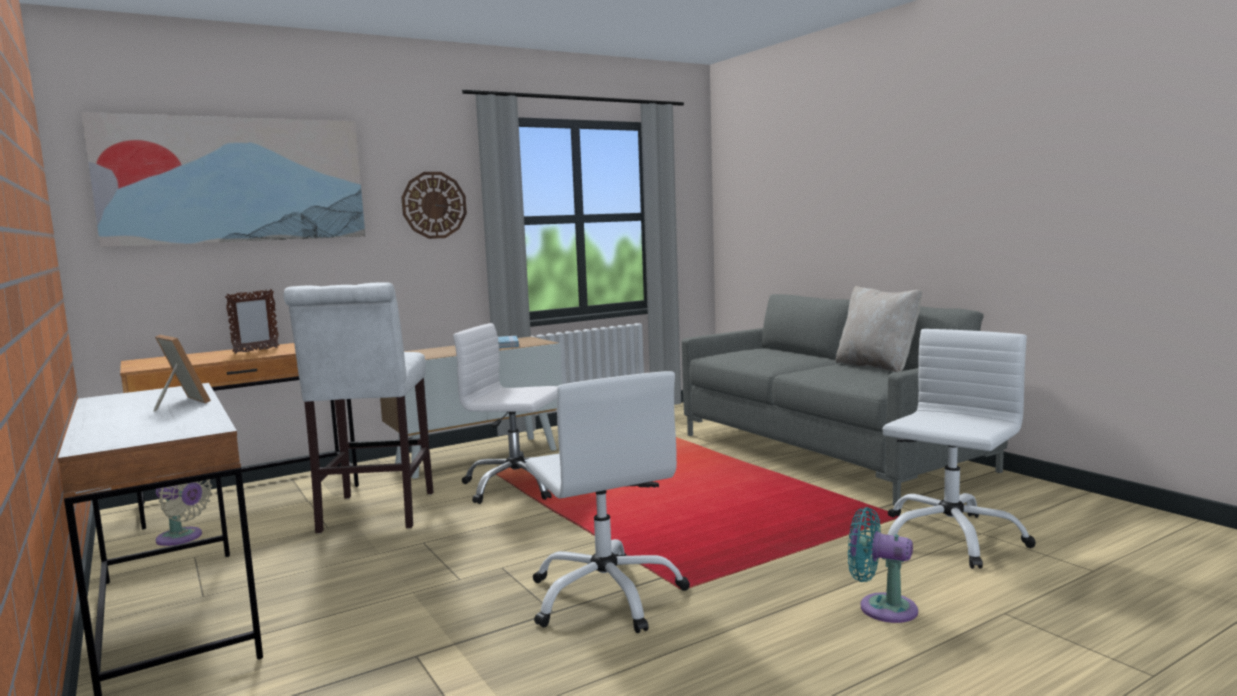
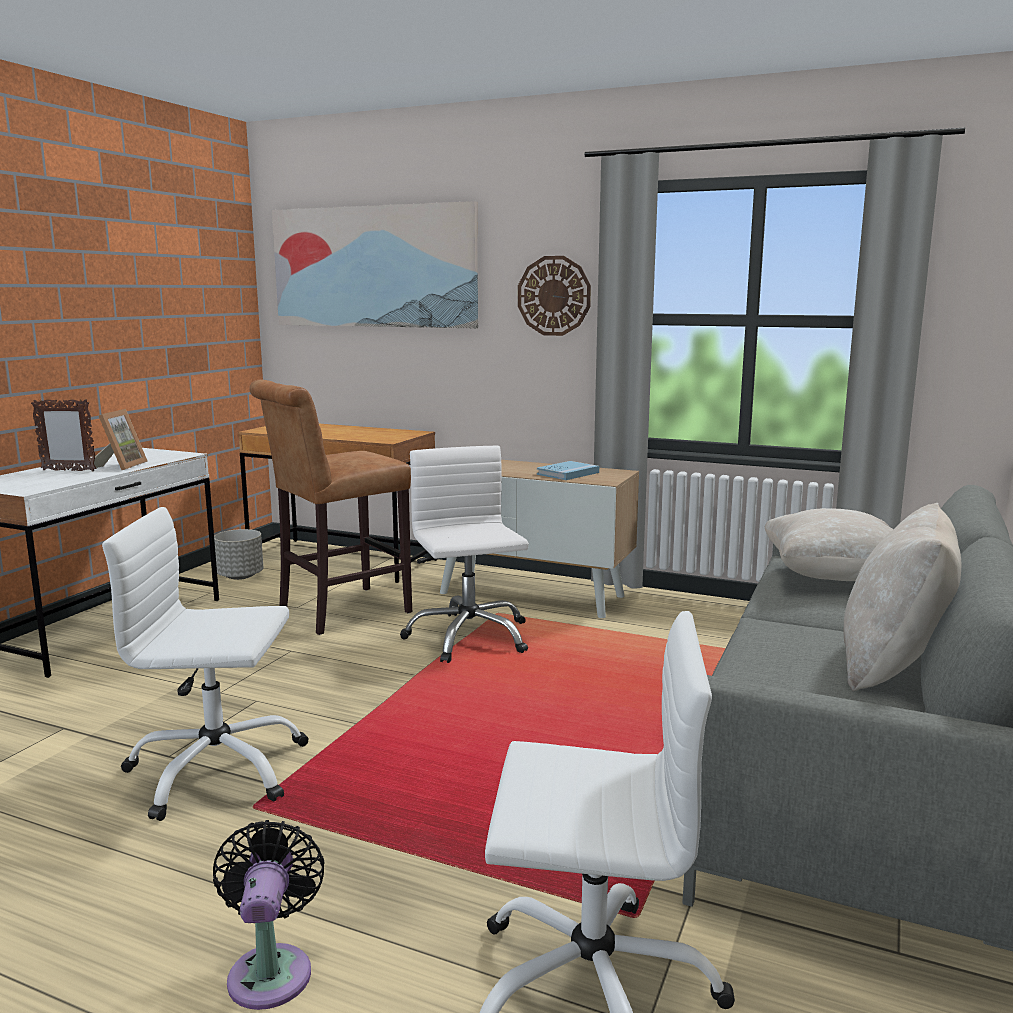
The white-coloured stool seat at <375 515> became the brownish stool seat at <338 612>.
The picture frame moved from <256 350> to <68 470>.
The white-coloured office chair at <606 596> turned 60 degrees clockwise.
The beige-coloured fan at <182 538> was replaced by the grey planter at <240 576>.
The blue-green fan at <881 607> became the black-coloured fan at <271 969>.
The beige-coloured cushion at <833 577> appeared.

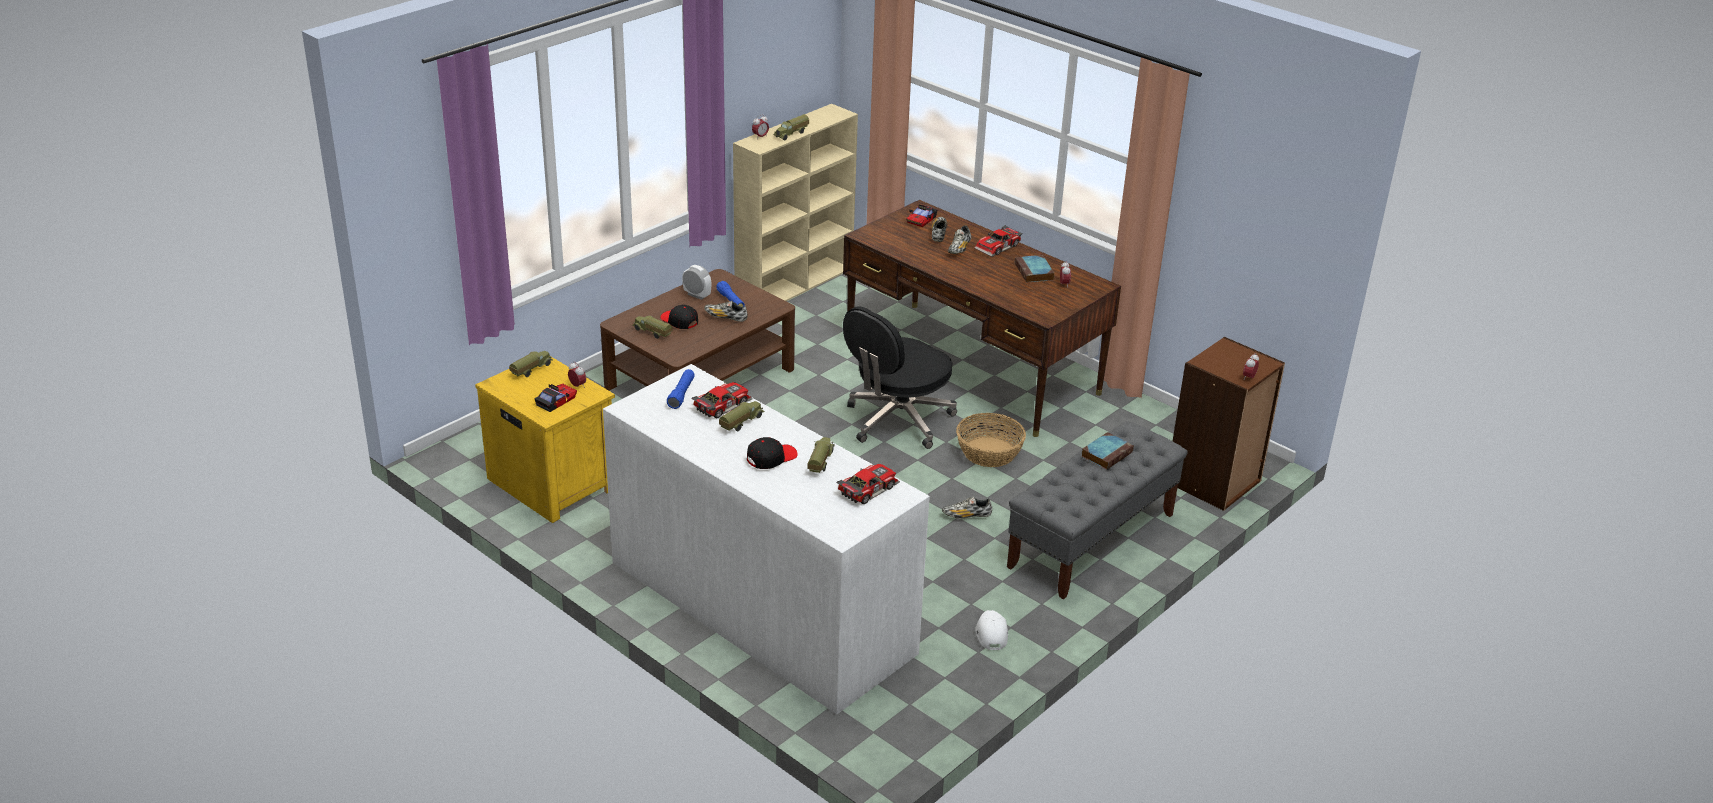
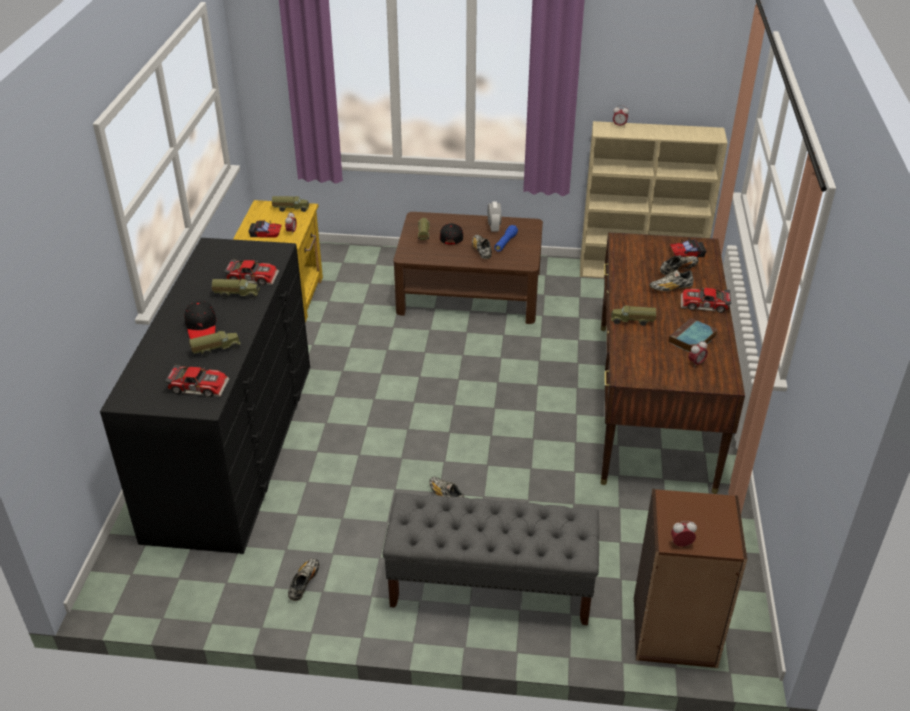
The toy lorry moved from <791 134> to <632 321>.
The black-coloured office chair at <897 421> disappeared.
The white-coloured drawer chest at <761 606> became the black-coloured drawer chest at <233 447>.
The bluish torch at <681 394> disappeared.
The basket at <989 452> disappeared.
The bound book at <1107 453> disappeared.
The black-coloured cap at <771 458> turned 60 degrees clockwise.
The white-coloured cap at <991 633> was replaced by the shoe at <304 583>.

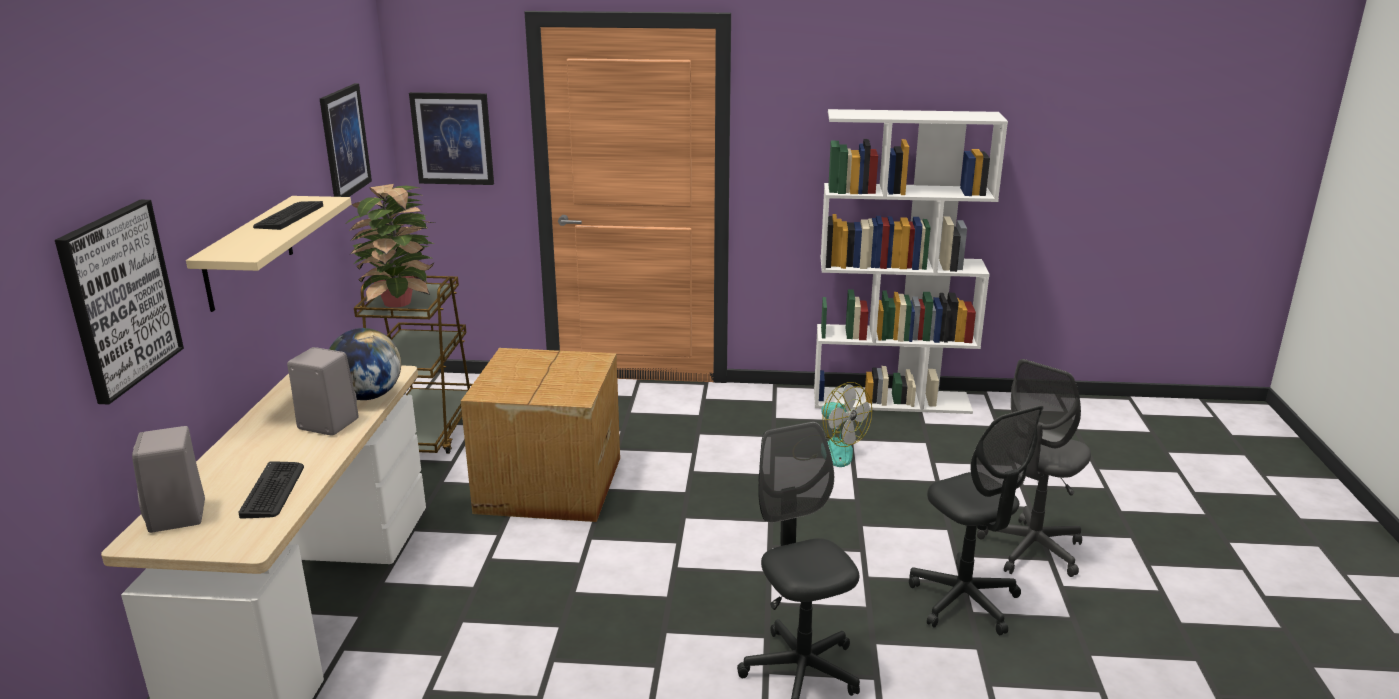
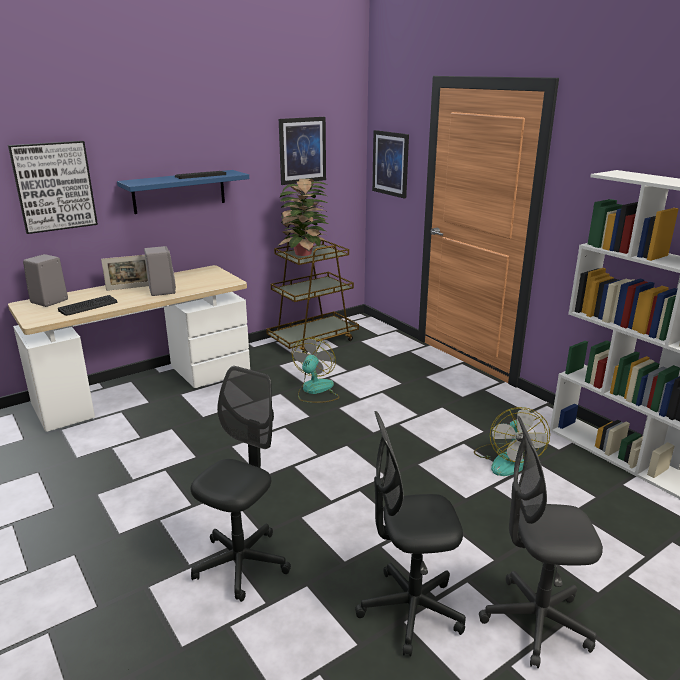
The beige-coloured bracket shelf at <248 252> became the bluish bracket shelf at <179 191>.
The desk globe at <368 396> disappeared.
The carton at <547 485> was replaced by the fan at <315 391>.
The black-coloured office chair at <964 601> turned 60 degrees clockwise.
The picture frame at <130 288> appeared.

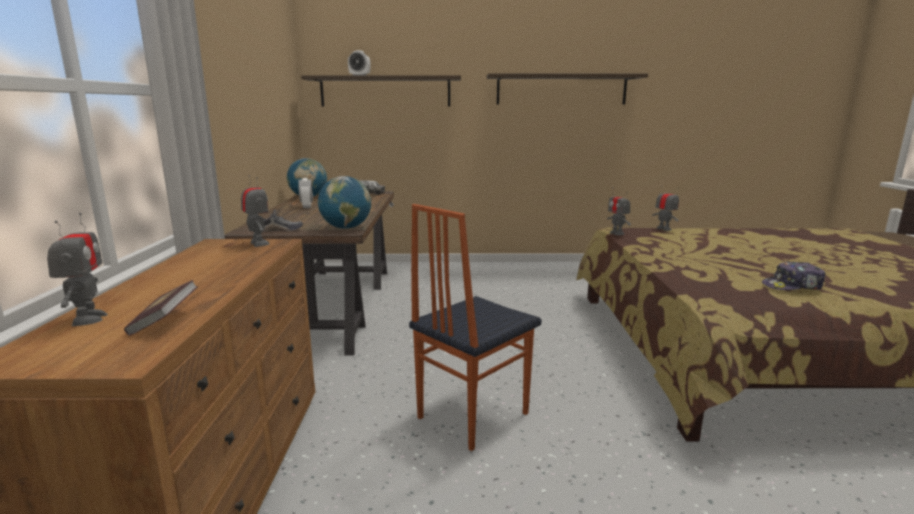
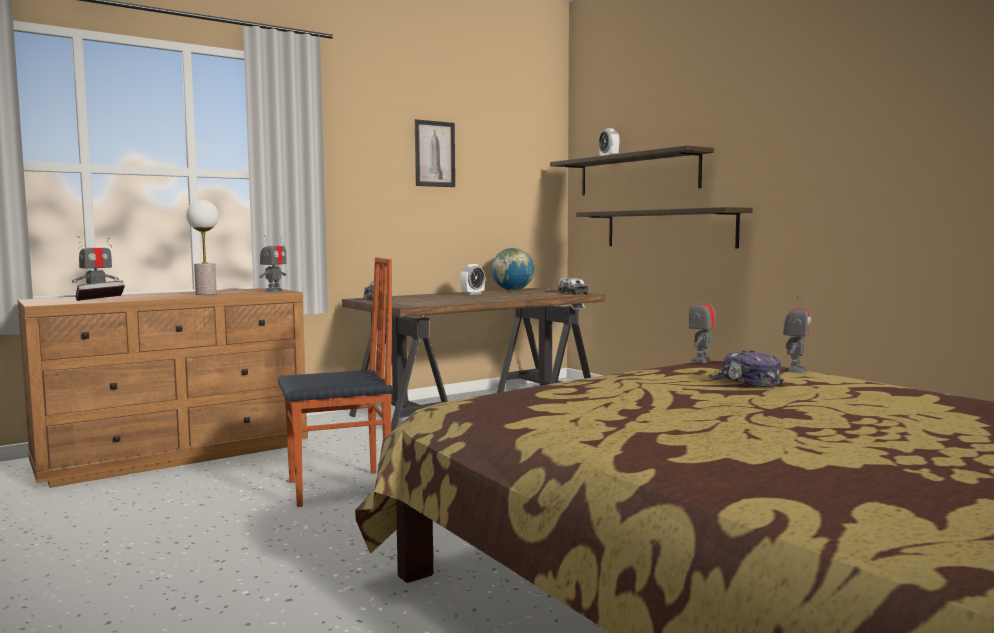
The bracket shelf moved from <561 90> to <669 228>.
The desk globe at <346 228> disappeared.
The chair at <471 415> turned 150 degrees clockwise.
The cap moved from <792 286> to <744 382>.
The picture at <434 154> appeared.
The table lamp at <205 294> appeared.

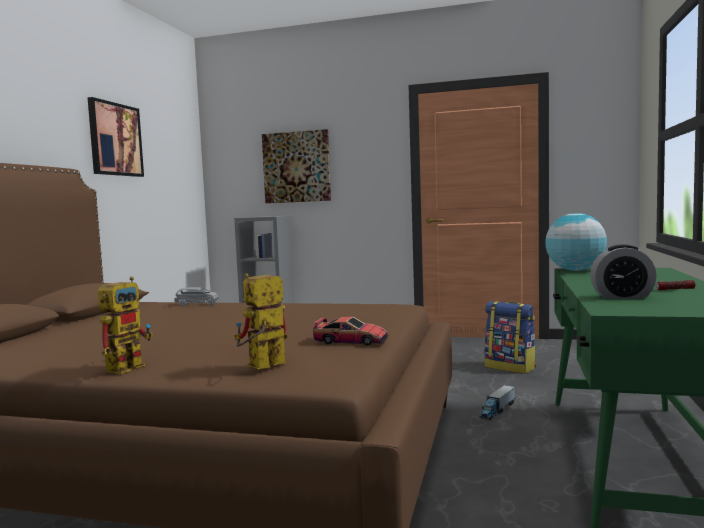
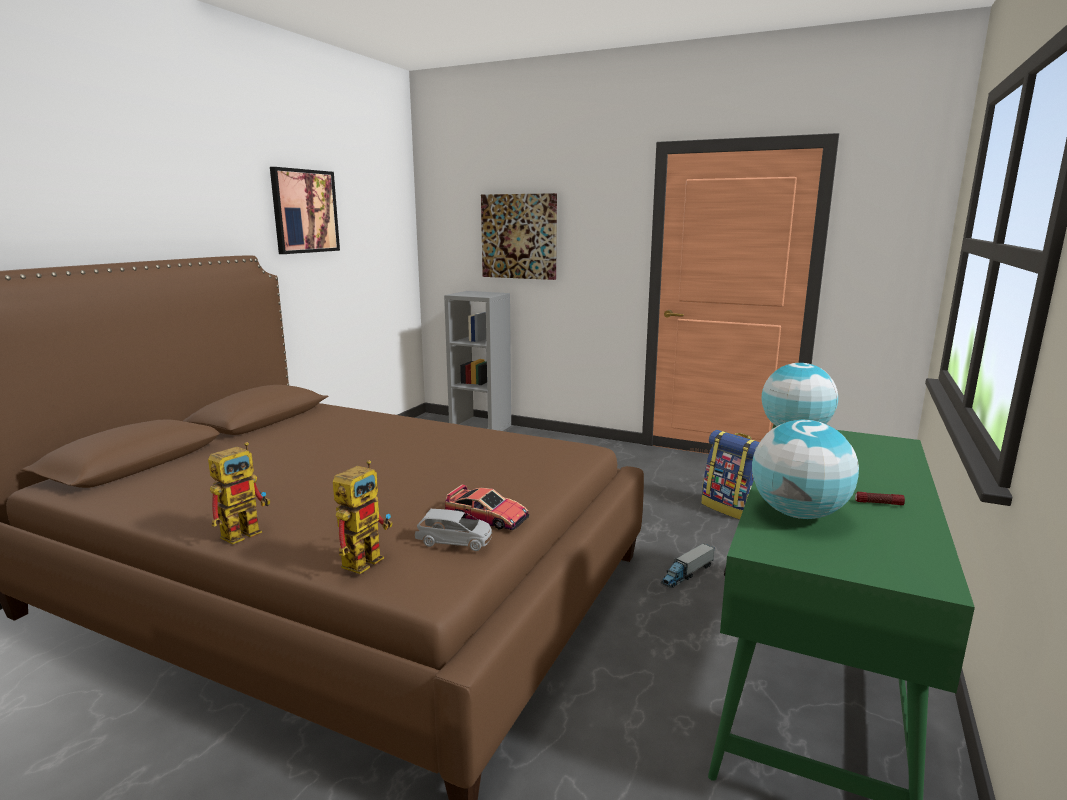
The bedside clock at <622 297> was replaced by the desk globe at <798 513>.
The model robot at <261 367> turned 150 degrees clockwise.
The grey toy car moved from <197 304> to <455 542>.

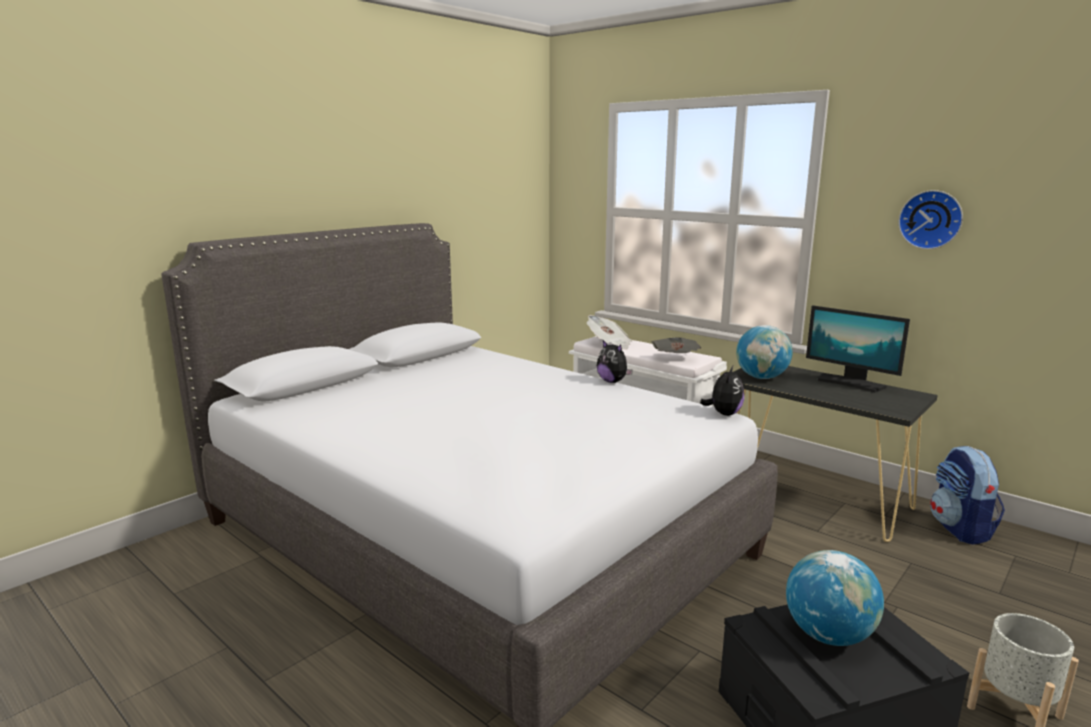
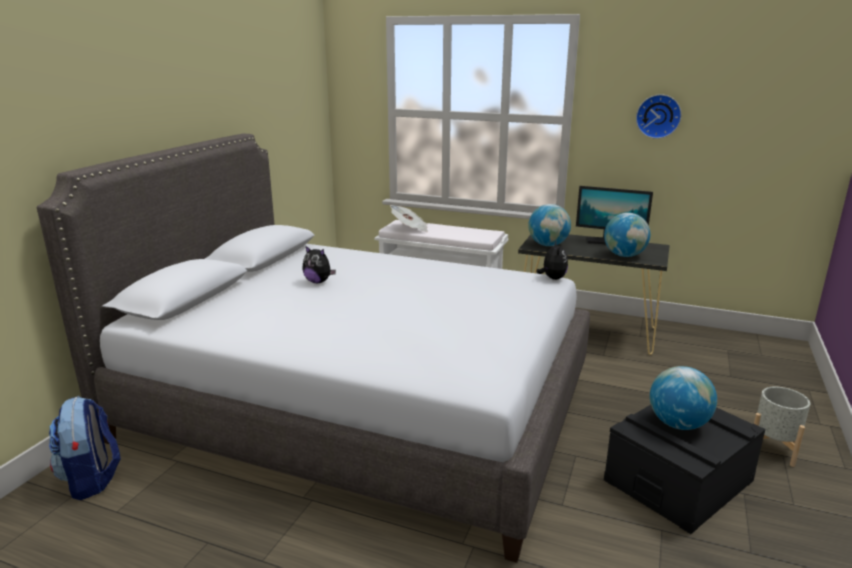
The newspaper at <675 359> disappeared.
The plush toy moved from <613 381> to <318 282>.
The backpack moved from <960 529> to <92 479>.
The desk globe at <624 255> appeared.

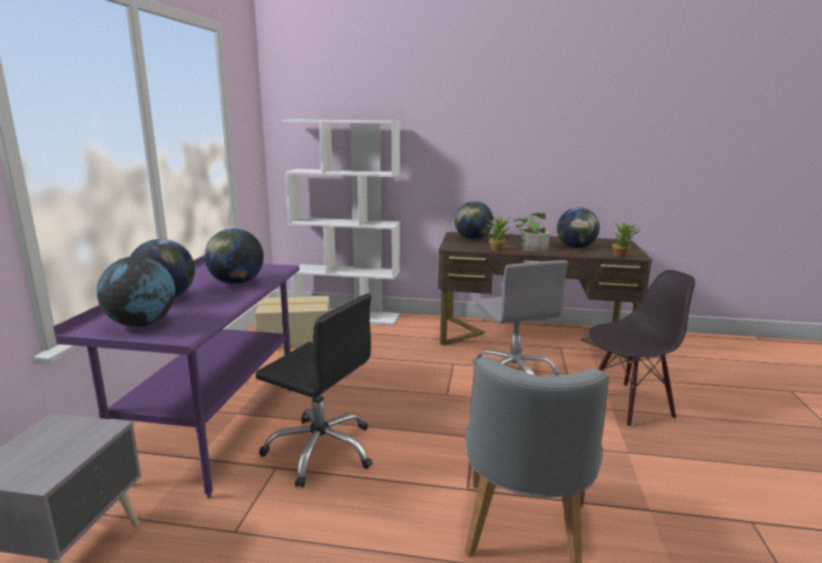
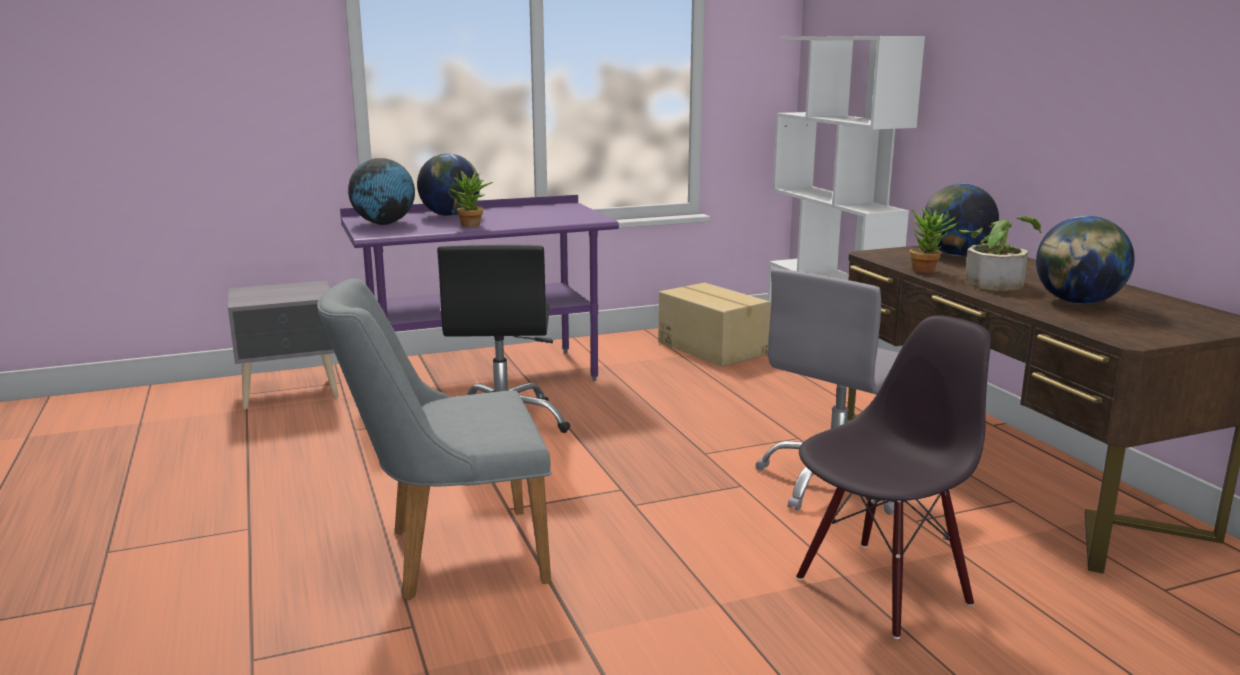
The plant in a pot moved from <622 256> to <472 226>.
The desk globe at <236 283> disappeared.
The black-coloured chair at <628 405> turned 75 degrees counterclockwise.

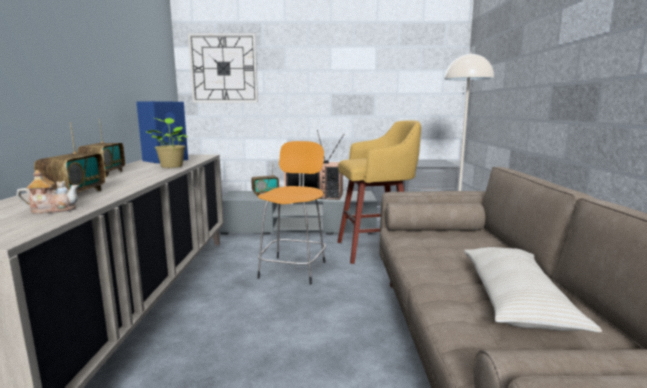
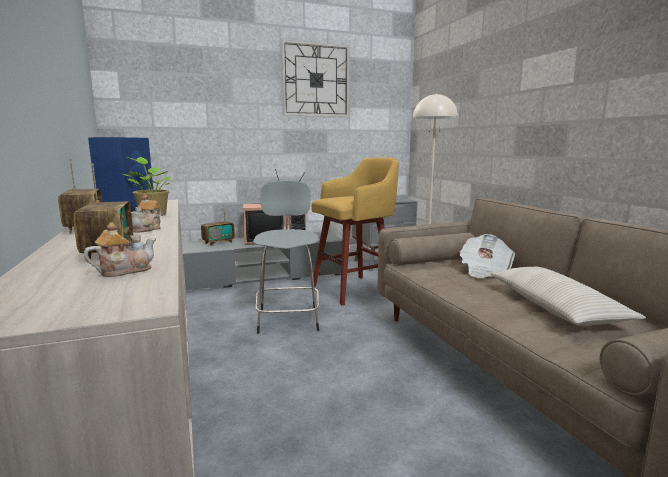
The wall clock moved from <224 68> to <316 80>.
The orange-coloured stool seat at <294 269> became the grey stool seat at <288 318>.
The pot for tea at <147 229> appeared.
The newspaper at <484 270> appeared.

